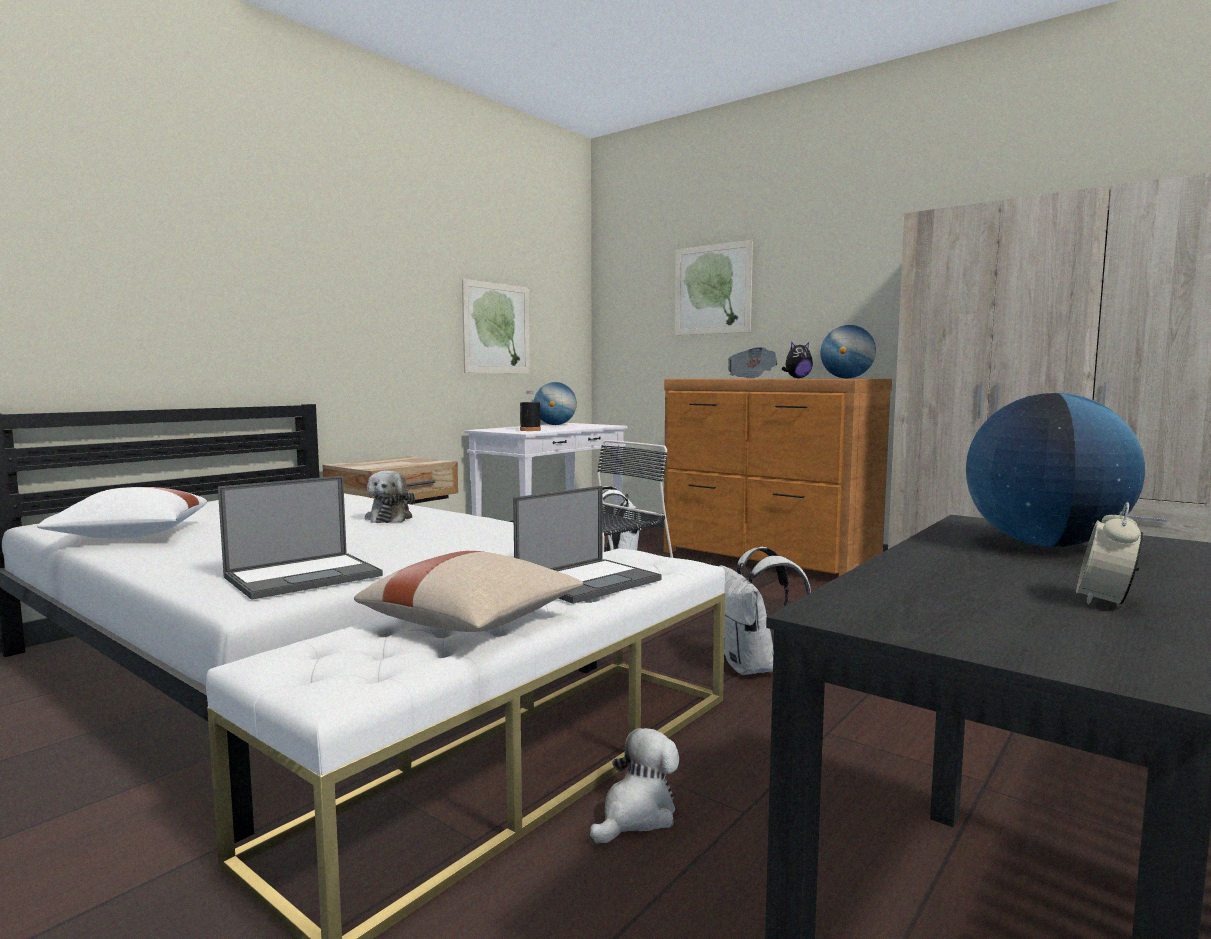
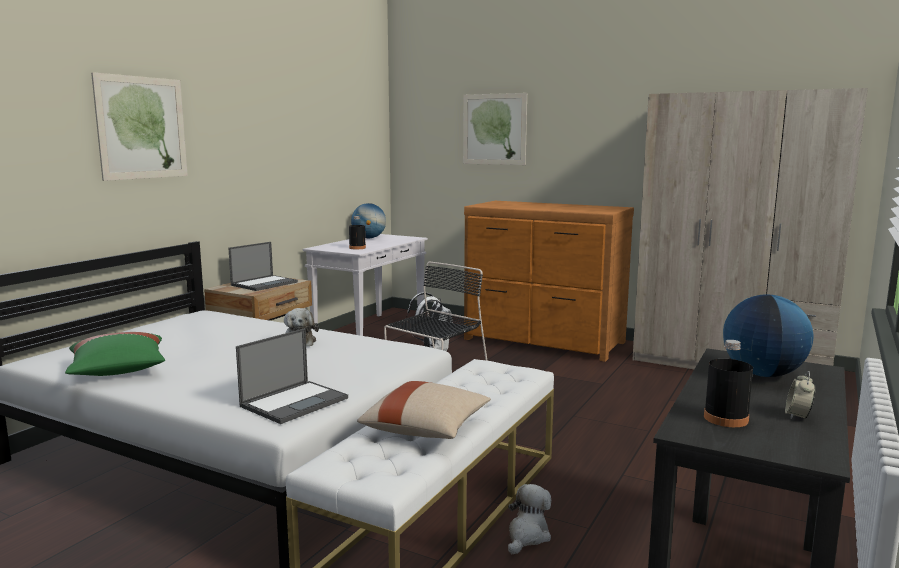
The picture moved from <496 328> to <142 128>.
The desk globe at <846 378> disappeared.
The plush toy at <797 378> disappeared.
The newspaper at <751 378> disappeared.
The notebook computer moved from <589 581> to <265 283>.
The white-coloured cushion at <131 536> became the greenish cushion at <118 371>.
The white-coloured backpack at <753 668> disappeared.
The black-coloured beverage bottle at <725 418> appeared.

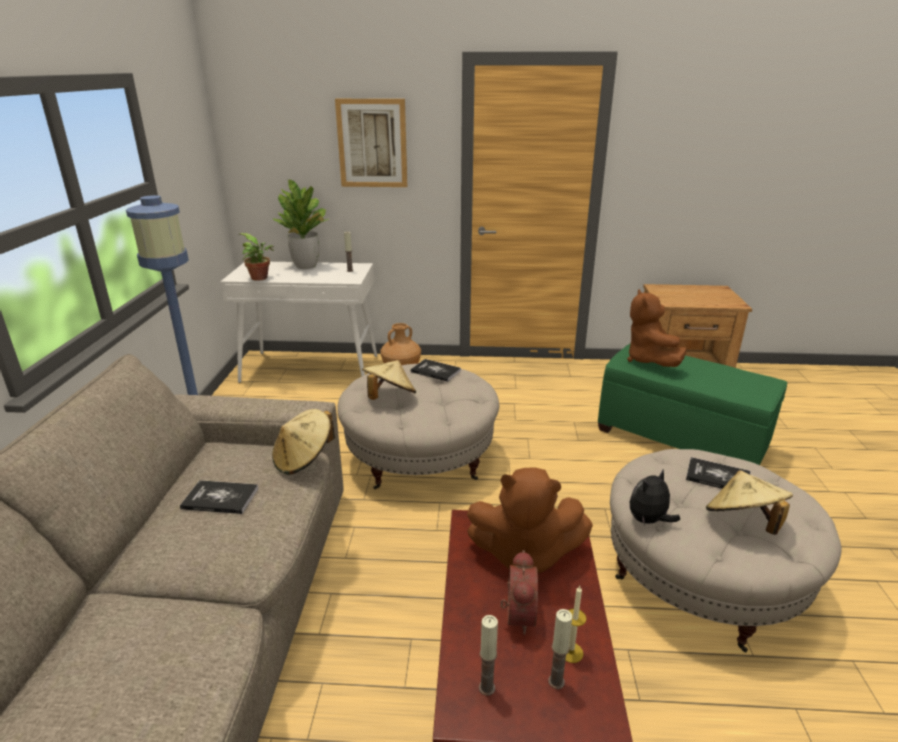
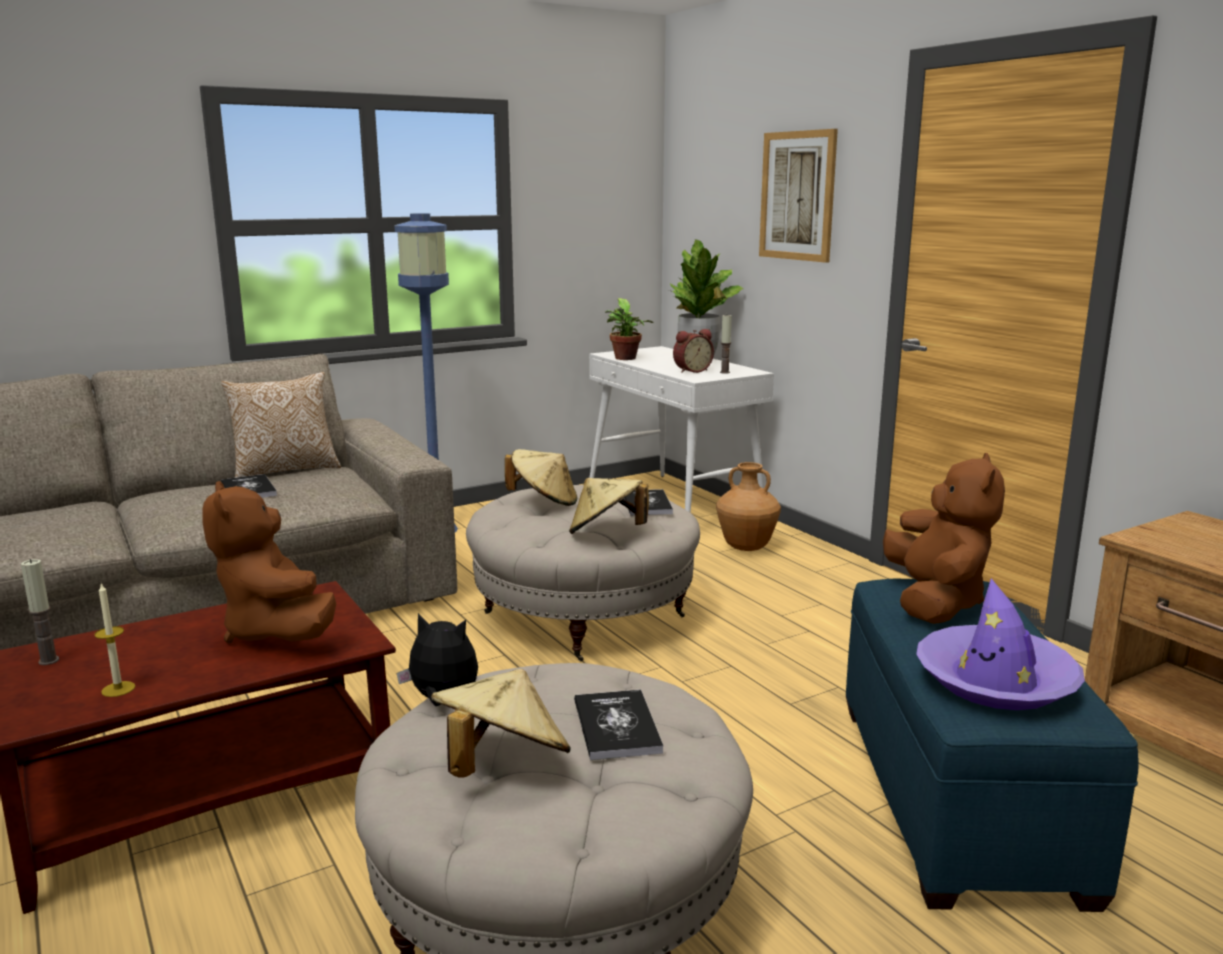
The brownish plush toy at <649 360> turned 135 degrees clockwise.
The greenish pouffe at <681 438> became the bluish pouffe at <958 798>.
The beige-coloured wearable hat moved from <304 459> to <606 533>.
The bedside clock moved from <516 615> to <691 371>.
The wax candle at <556 681> disappeared.
The cushion at <285 470> appeared.
The purple wearable hat at <996 681> appeared.

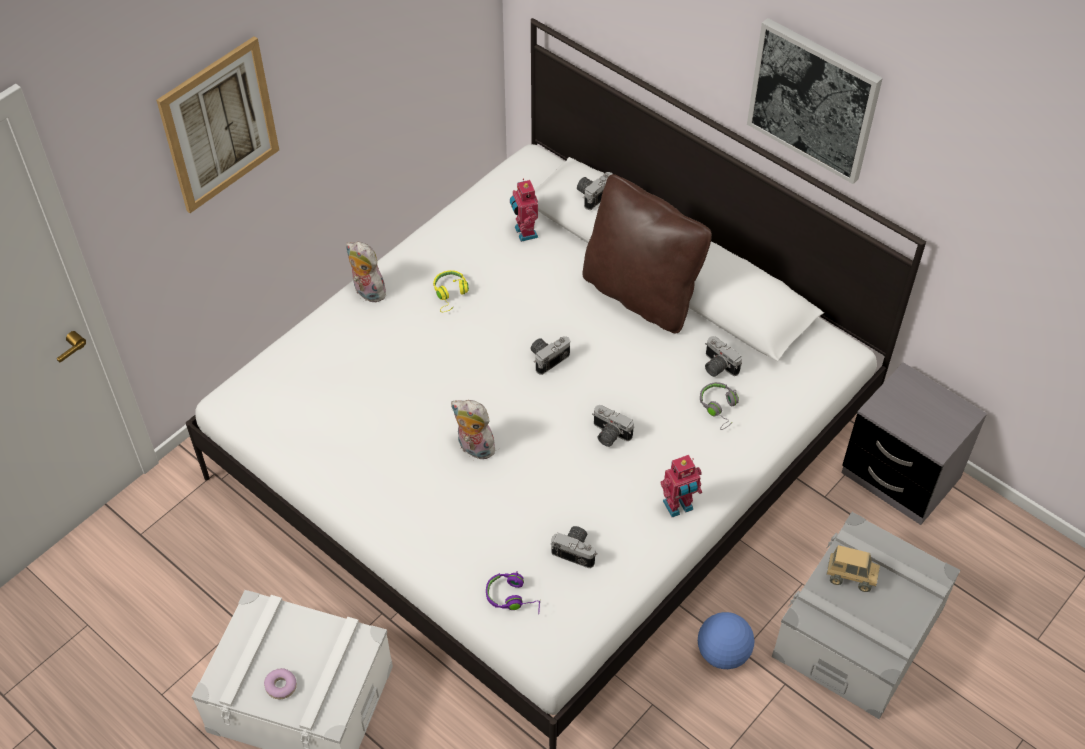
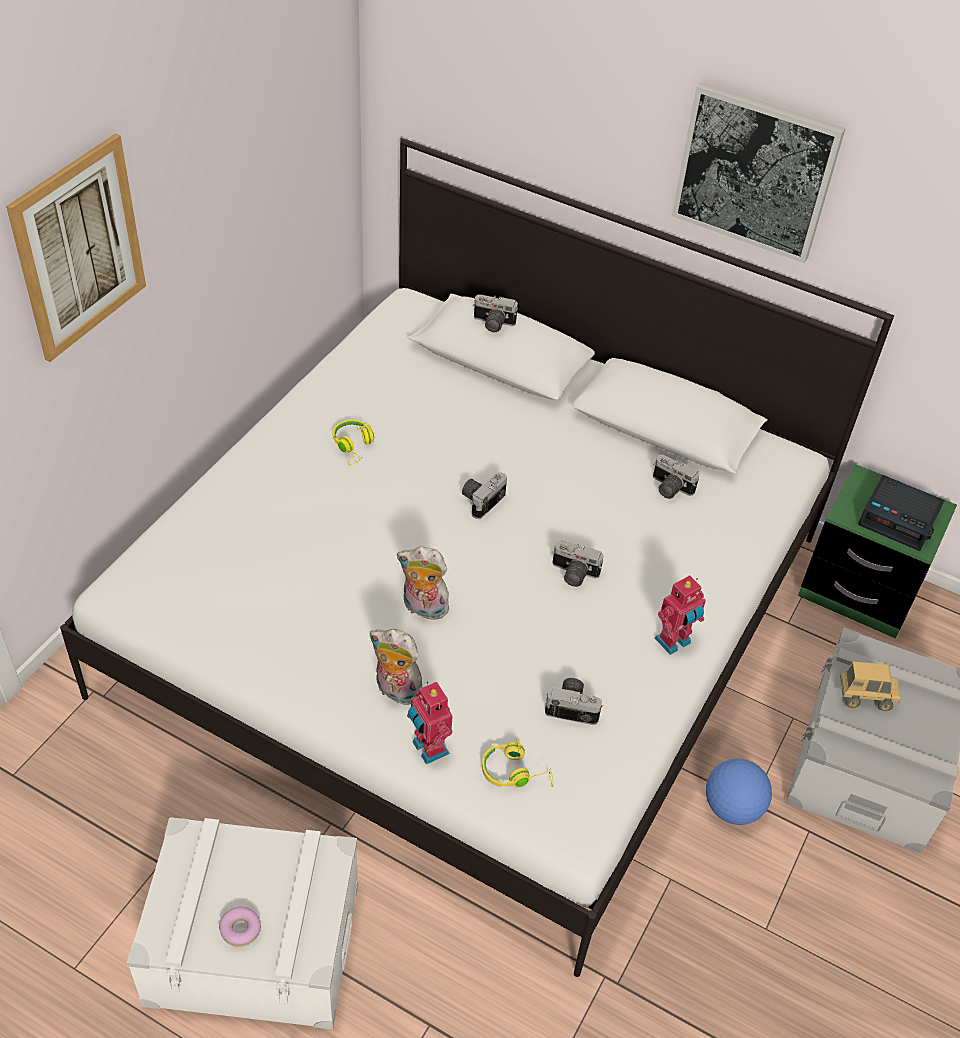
The still camera at <593 194> turned 105 degrees counterclockwise.
The brownish cushion at <641 294> disappeared.
The model robot moved from <524 233> to <428 748>.
The plush toy moved from <367 292> to <395 691>.
The grey nightstand at <900 476> became the greenish nightstand at <858 591>.
The grey headphones at <719 408> disappeared.
The purple headphones at <513 597> became the yellow headphones at <515 772>.
The bedside clock at <899 519> appeared.

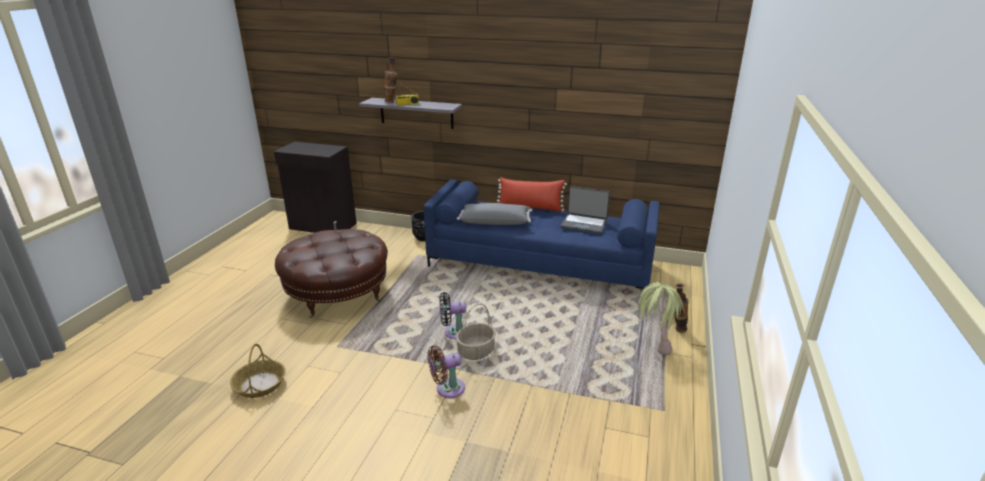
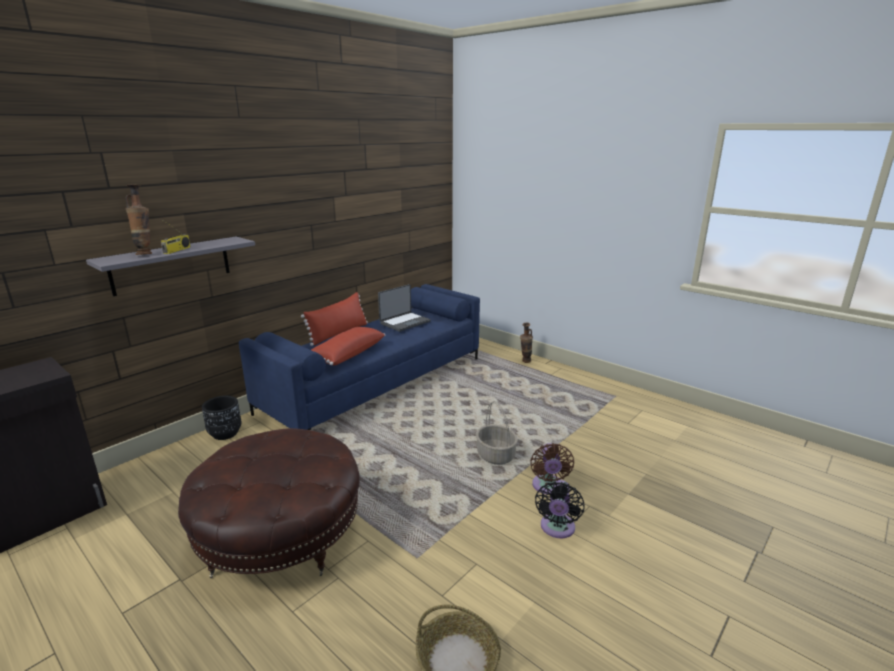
The grey cushion at <495 222> became the reddish cushion at <346 354>.
The plant in a pot at <653 344> disappeared.
The black-coloured fan moved from <454 332> to <557 529>.

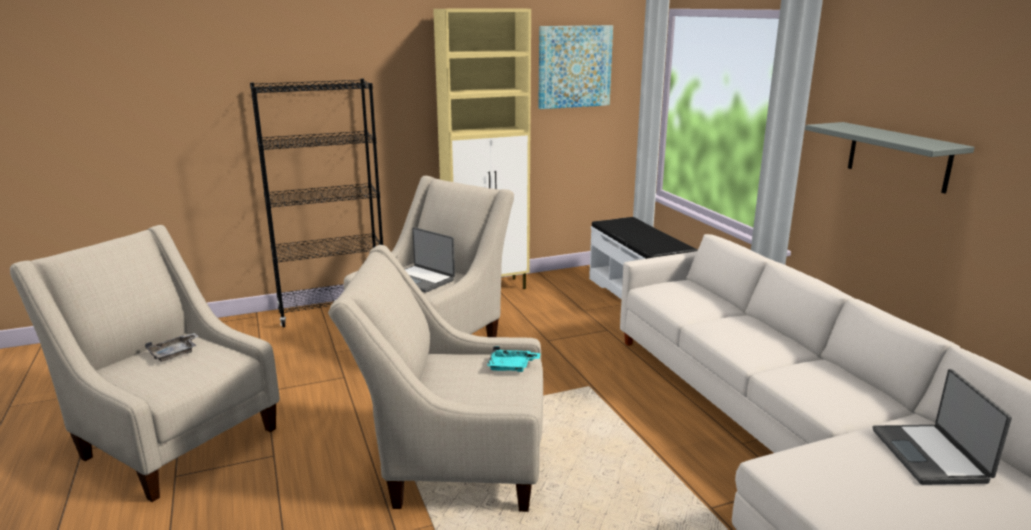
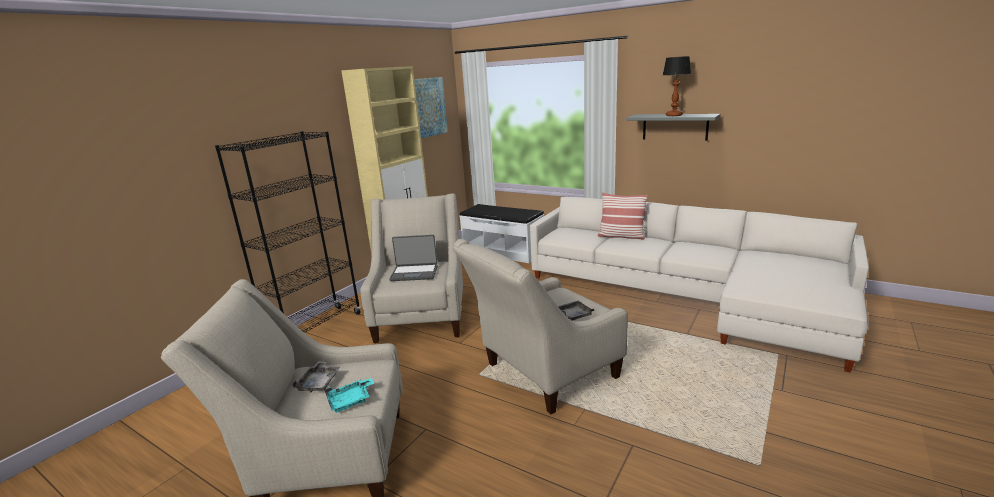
The blue-green tray moved from <511 367> to <351 401>.
The notebook computer at <931 455> disappeared.
The table lamp at <673 115> appeared.
The cushion at <621 236> appeared.
The grey tray at <573 316> appeared.

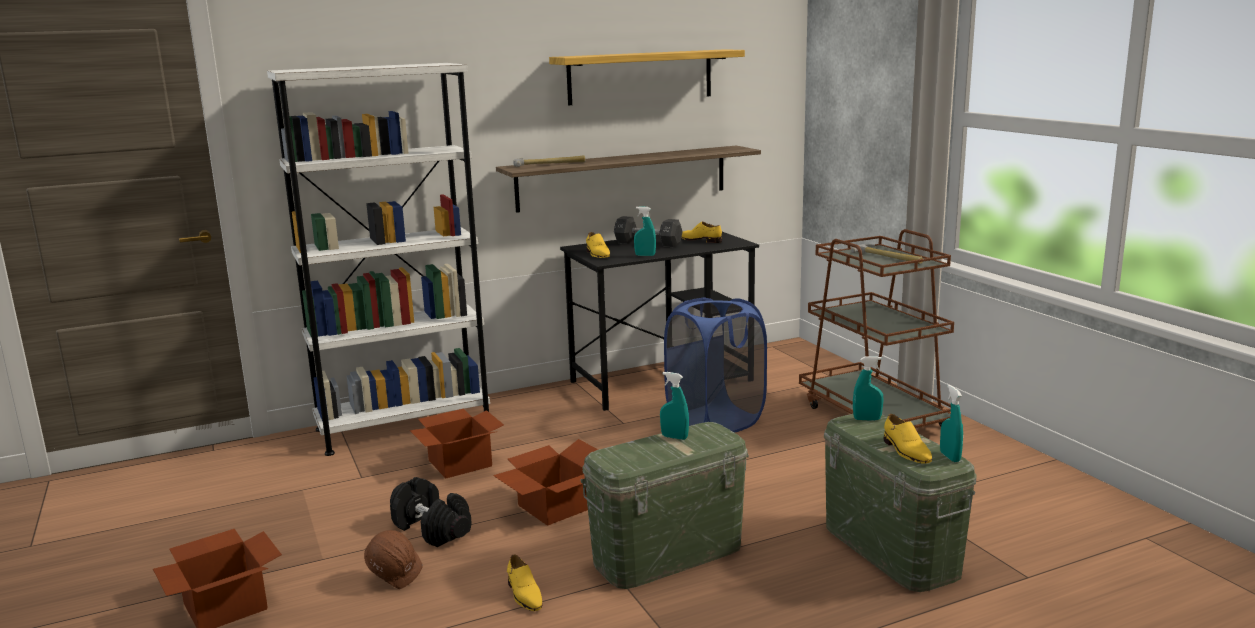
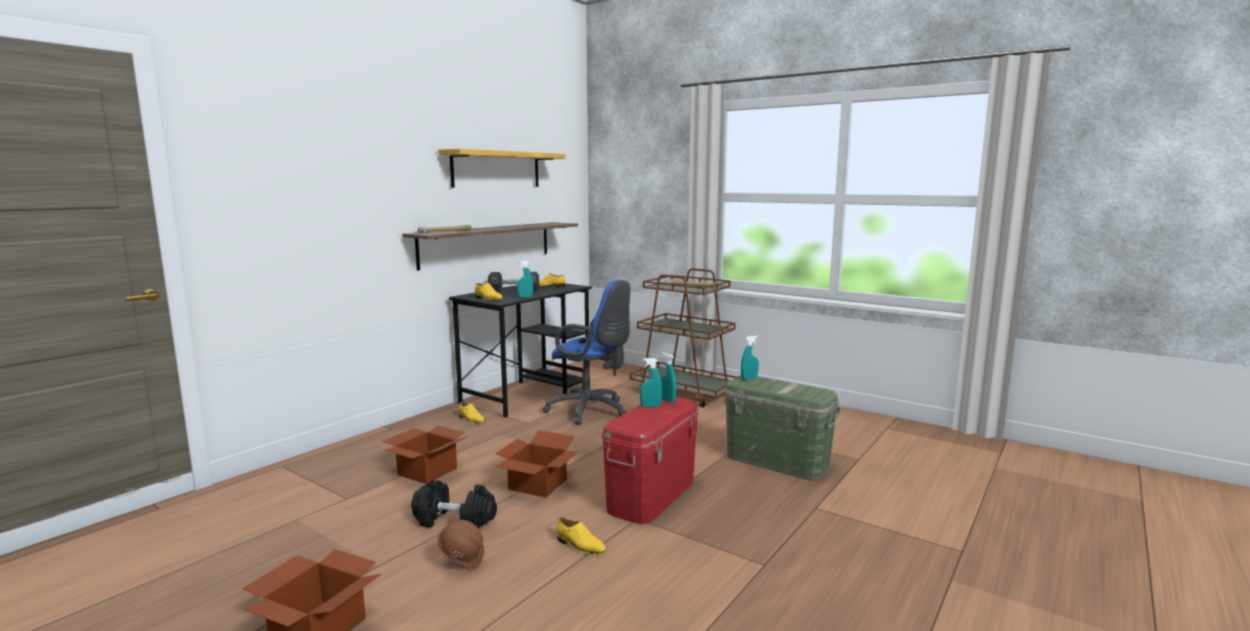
The white-coloured shelving unit at <404 426> disappeared.
The bluish washing basket at <715 421> was replaced by the bluish office chair at <591 411>.
The blue-green sprayer moved from <950 457> to <667 401>.
The yellow shoe moved from <906 451> to <471 419>.
The greenish storage box at <668 554> became the reddish storage box at <651 495>.

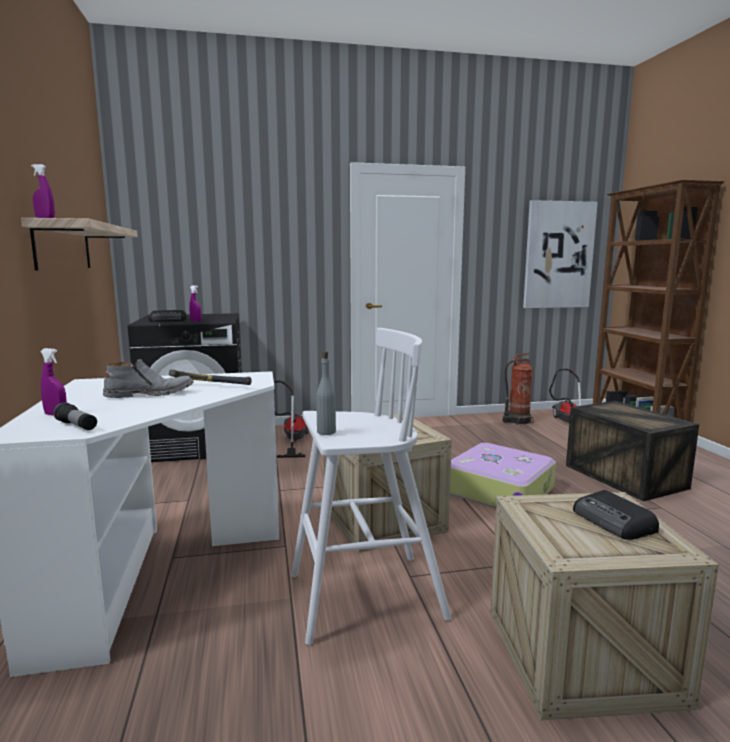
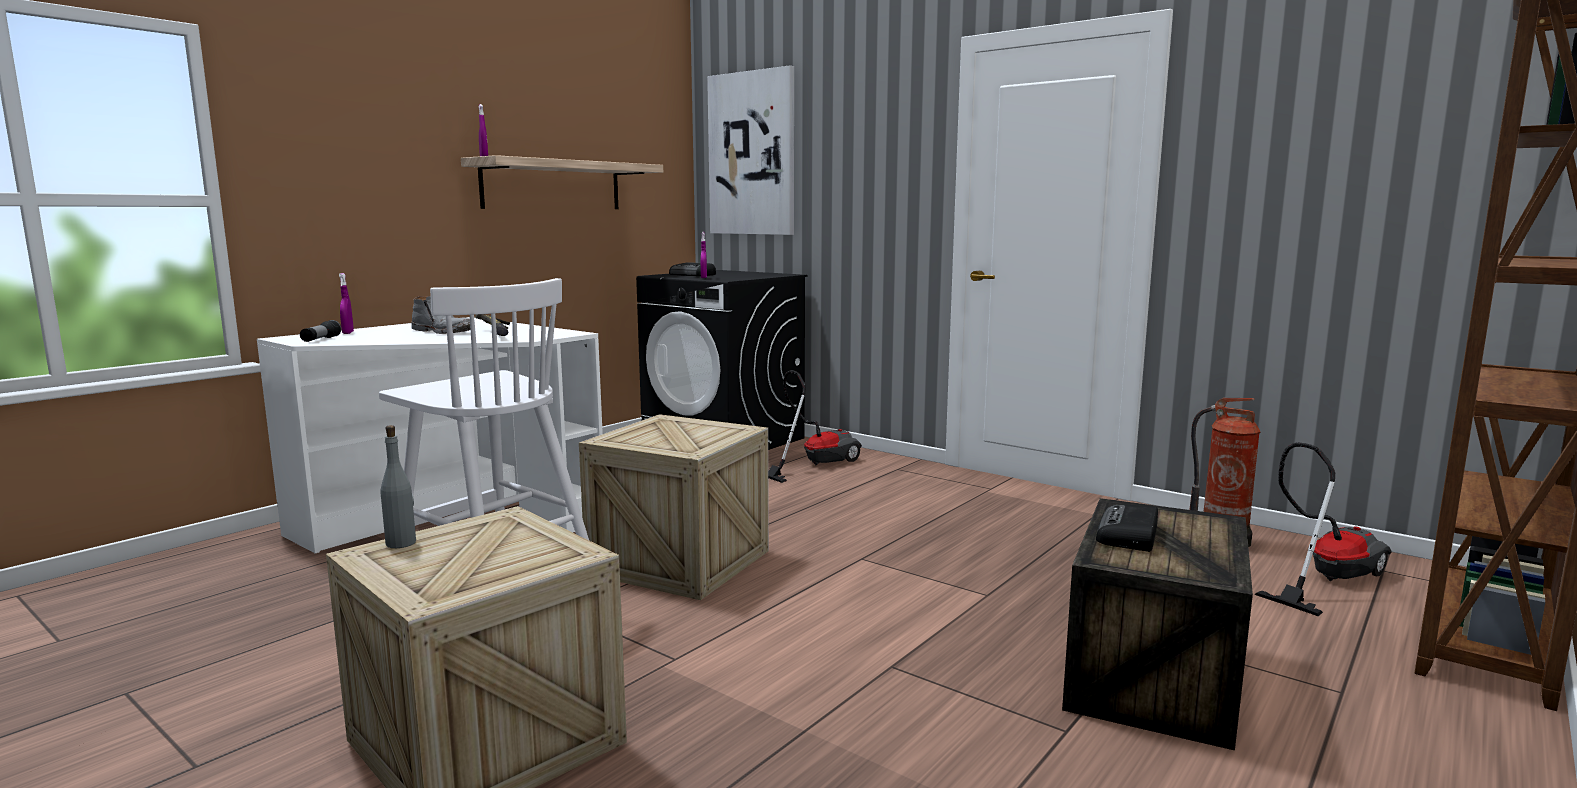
The picture moved from <558 255> to <752 154>.
The grey beverage bottle moved from <326 432> to <401 543>.
The travel case at <499 490> disappeared.
The radio receiver moved from <614 522> to <1128 535>.

